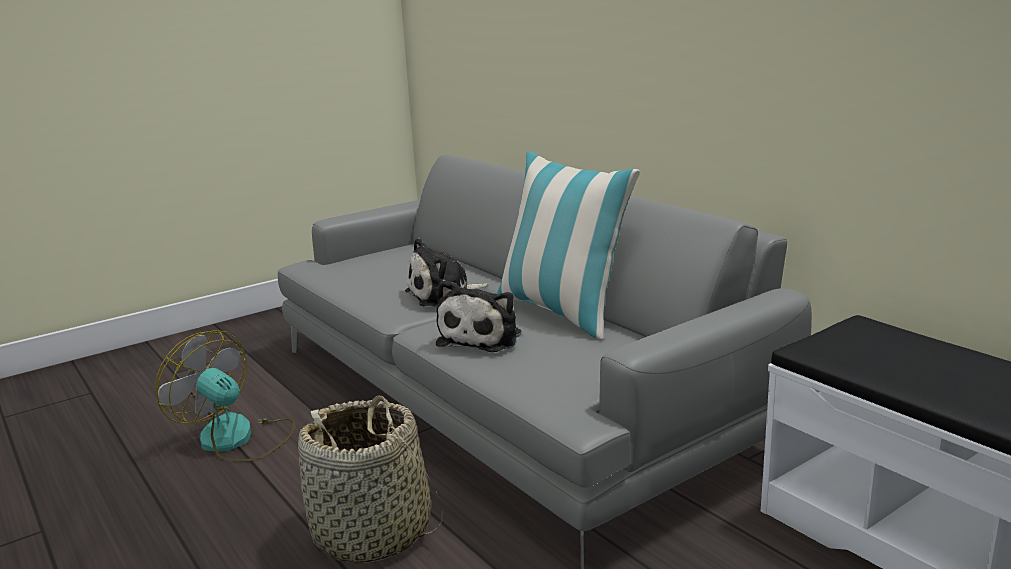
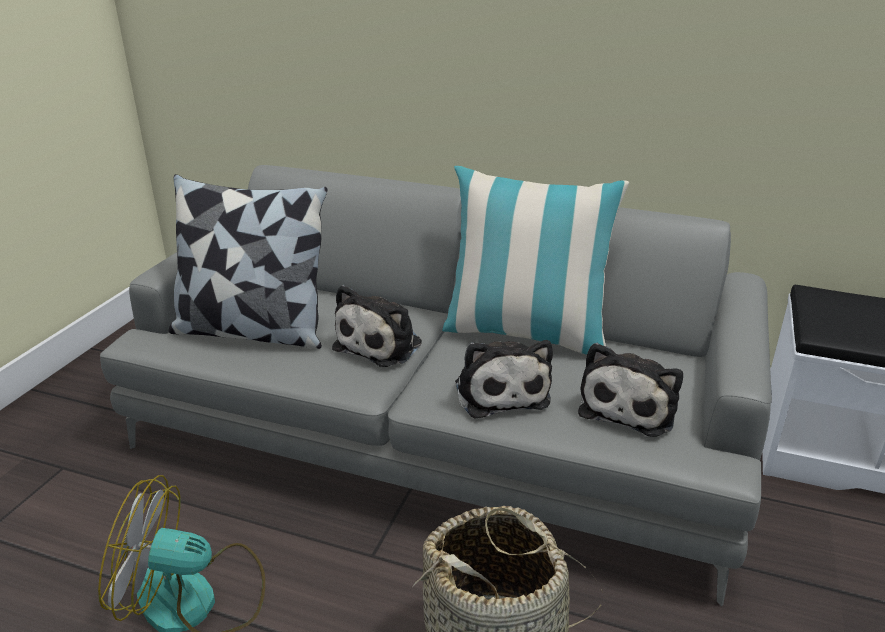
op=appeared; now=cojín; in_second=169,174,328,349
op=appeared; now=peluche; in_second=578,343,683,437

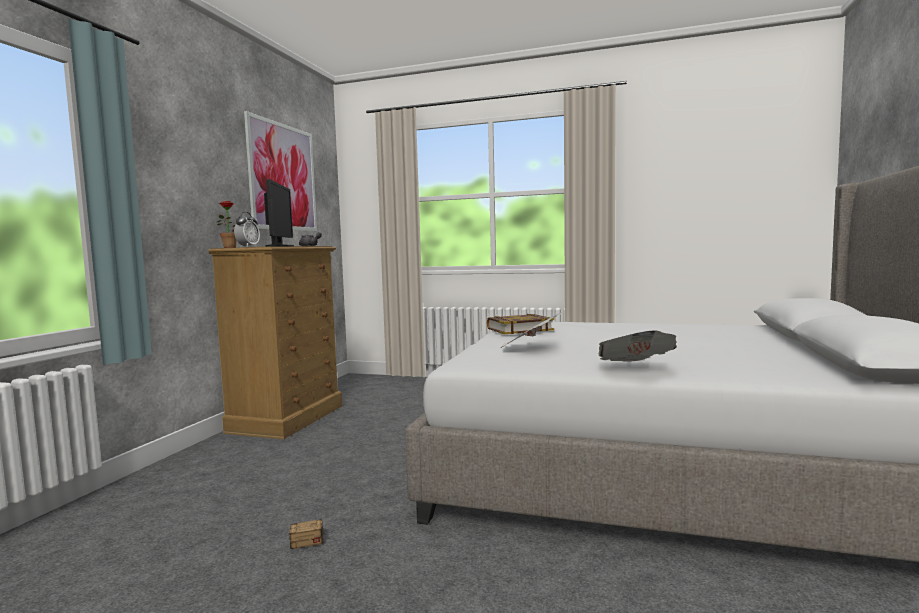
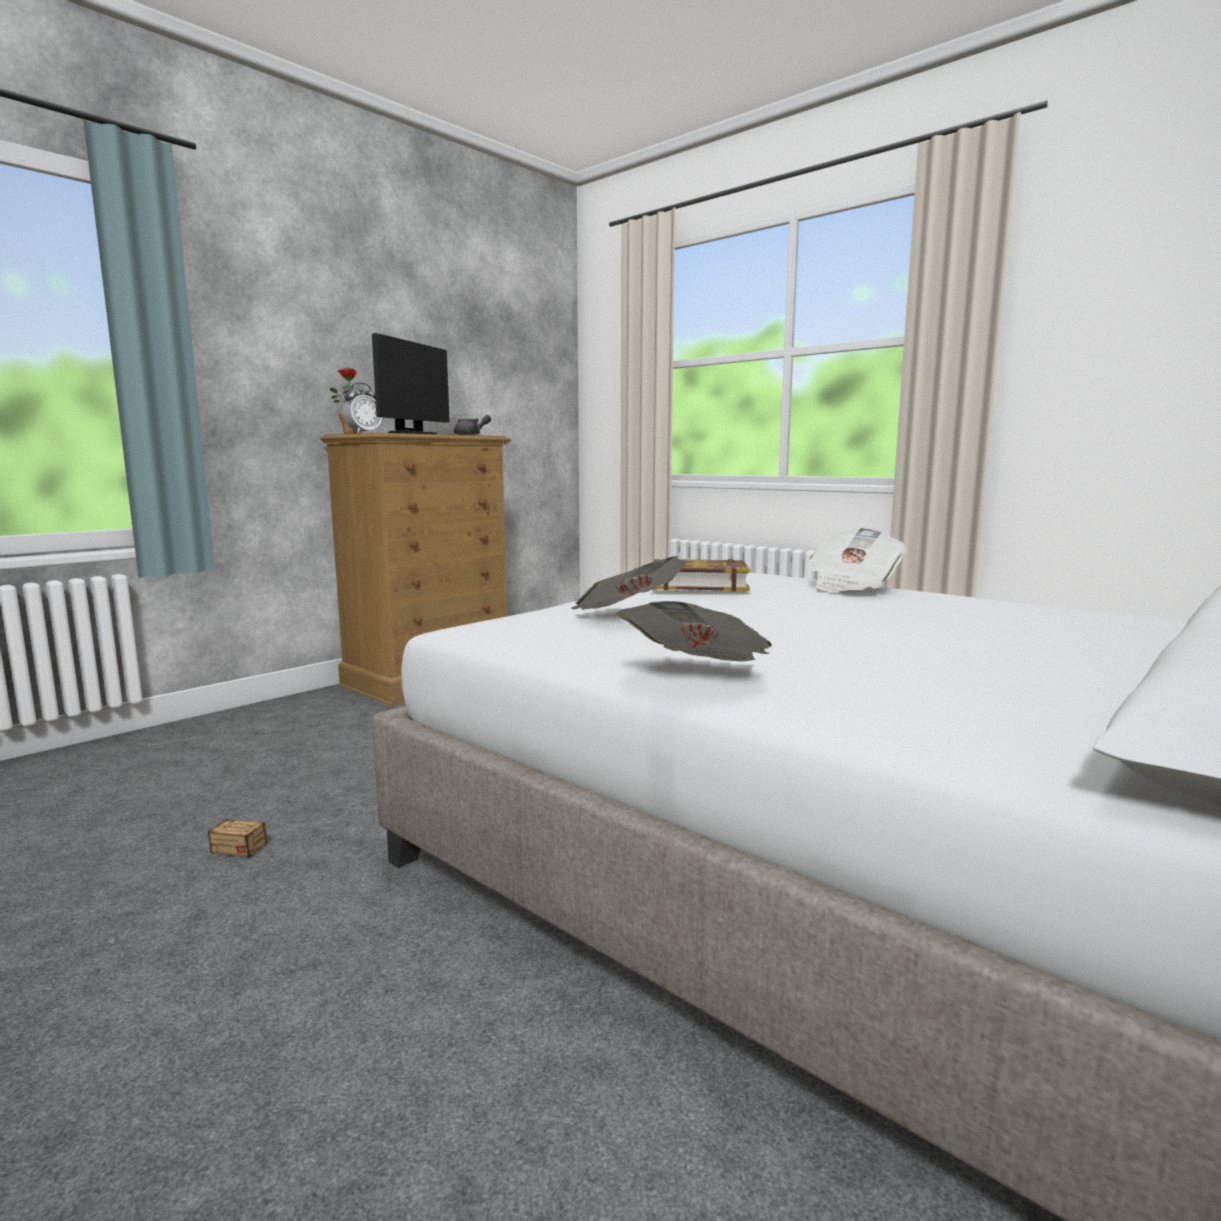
op=missing; was=cuadro; in_first=244,111,317,231
op=appeared; now=periódico; in_second=810,527,907,592

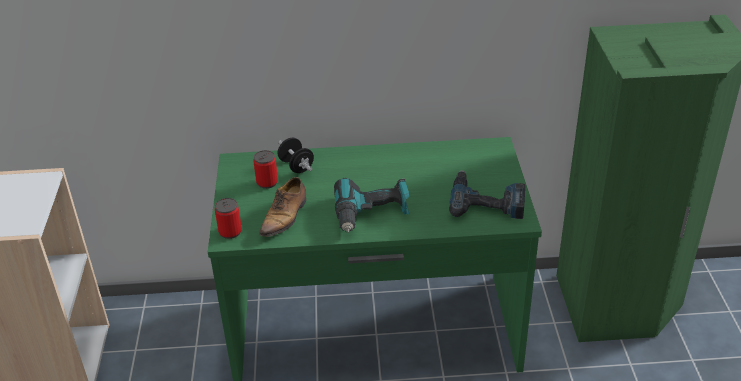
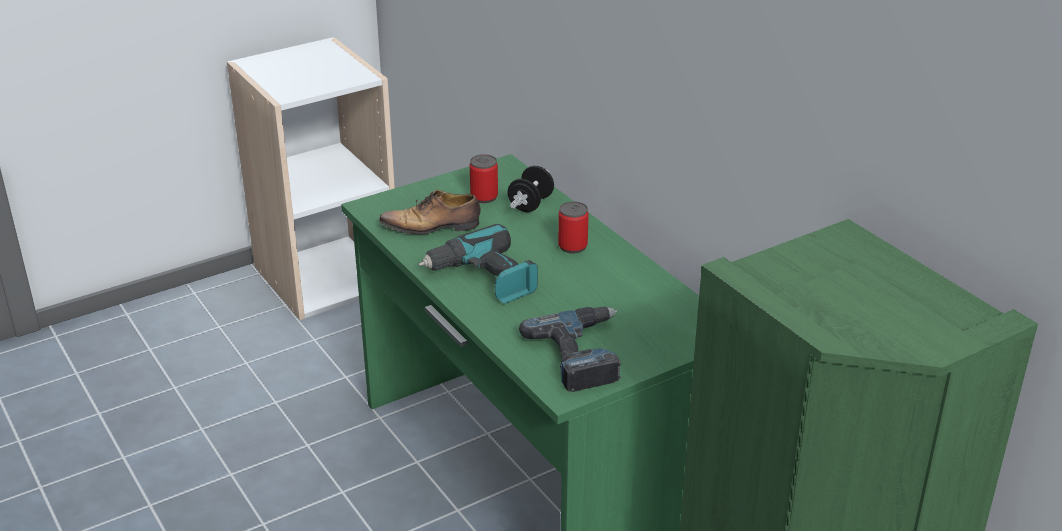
op=relocated; was=lata; in_first=215,198,242,239; in_second=558,201,589,253

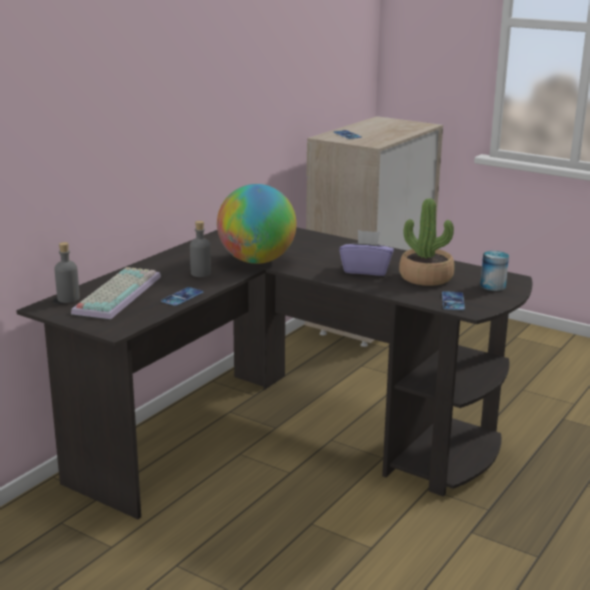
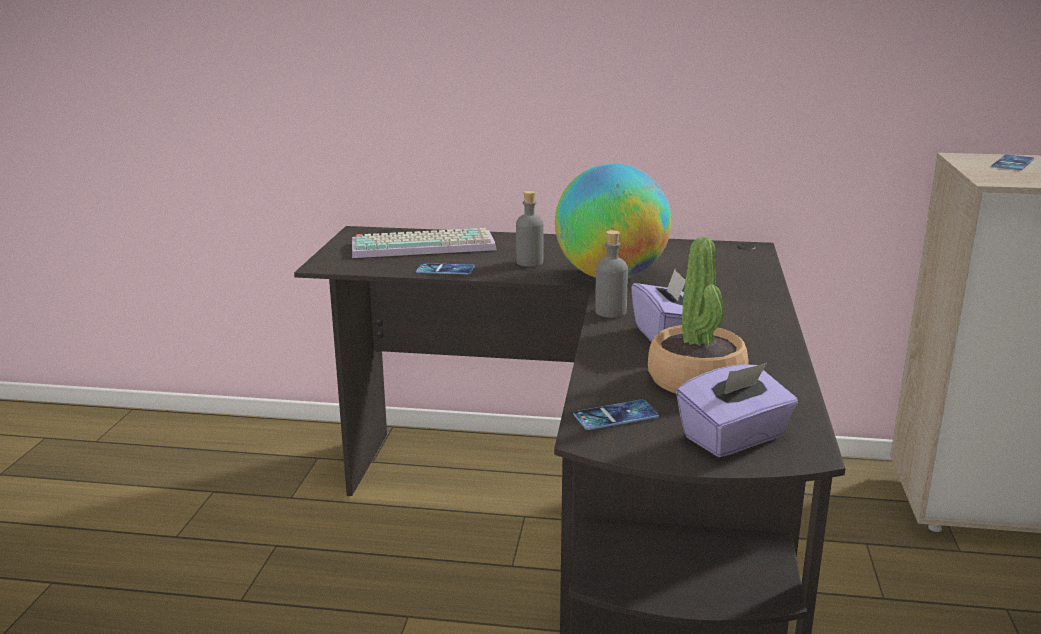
op=relocated; was=botella (gris); in_first=54,242,80,303; in_second=595,230,628,318
op=exchanged; was=lata; now=caja de pañuelos (morado); in_first=480,251,509,291; in_second=676,363,798,457

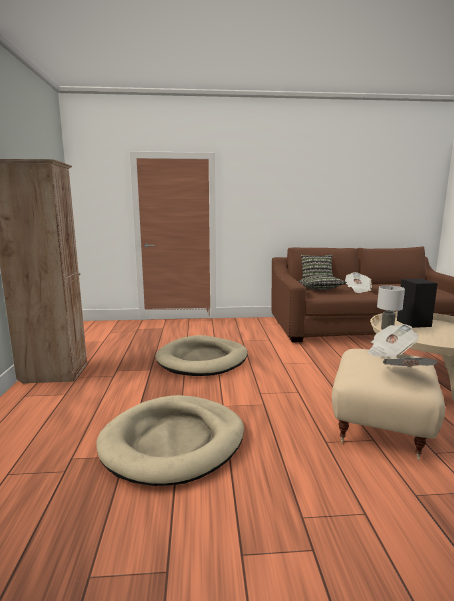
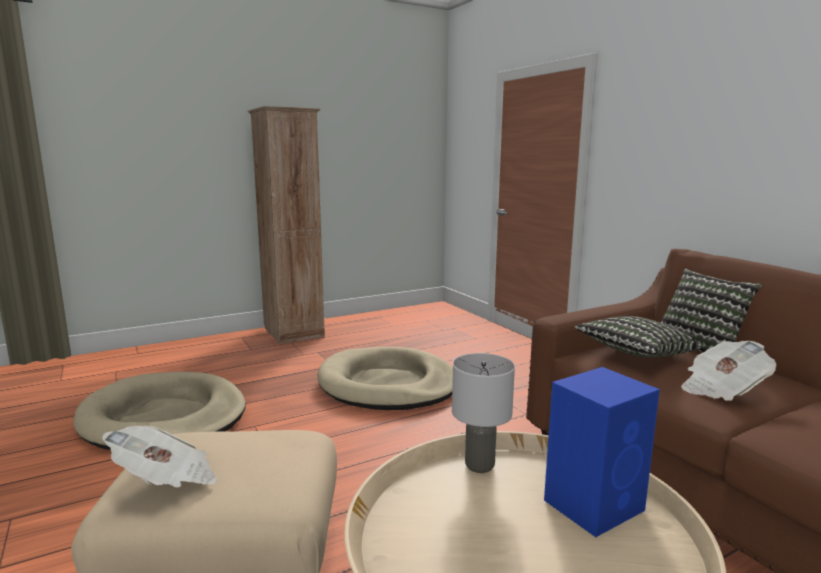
op=missing; was=periódico; in_first=367,324,418,359
op=colour; was=altavoz (negro); now=altavoz (azul); in_first=397,279,438,328; in_second=544,367,660,537

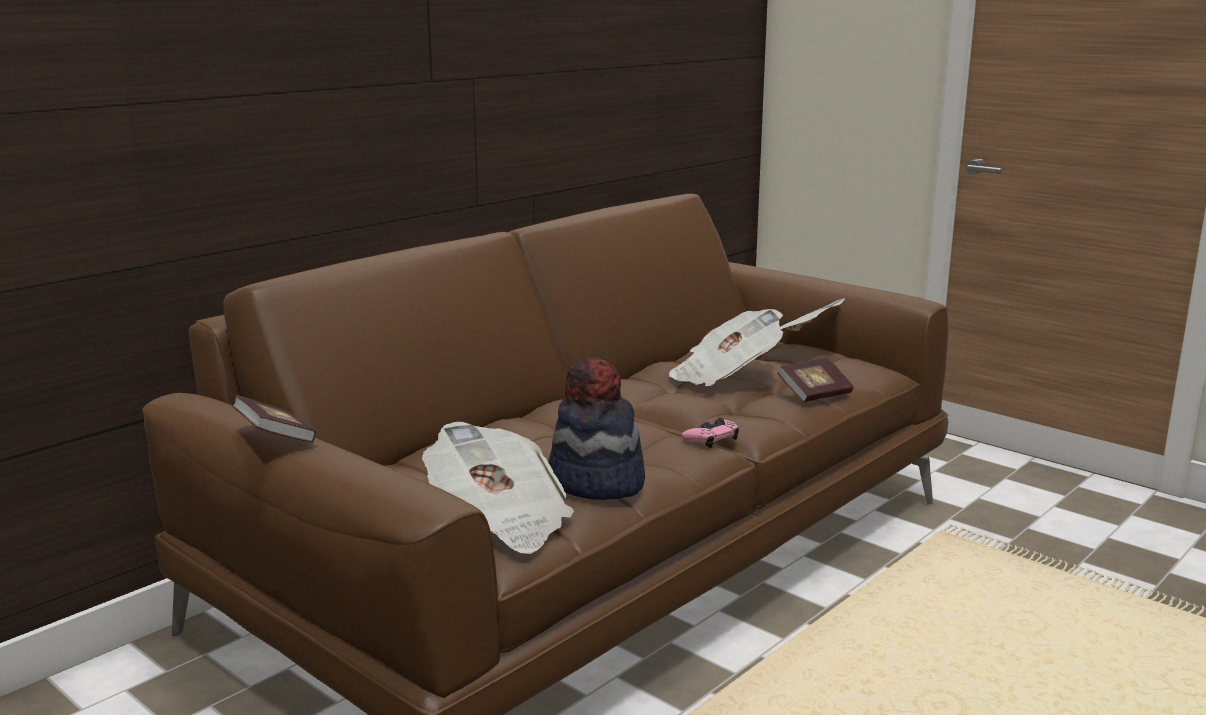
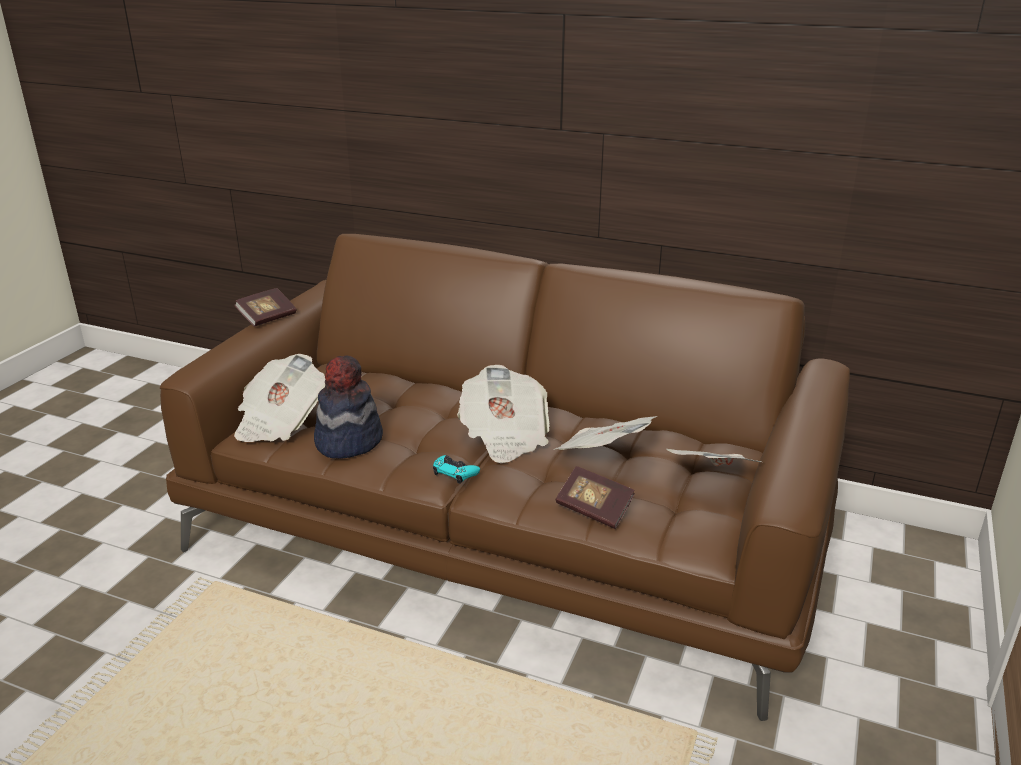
op=appeared; now=periódico; in_second=457,365,549,463
op=colour; was=mando de consola (rosa); now=mando de consola (turquesa); in_first=682,417,739,448; in_second=433,455,480,484

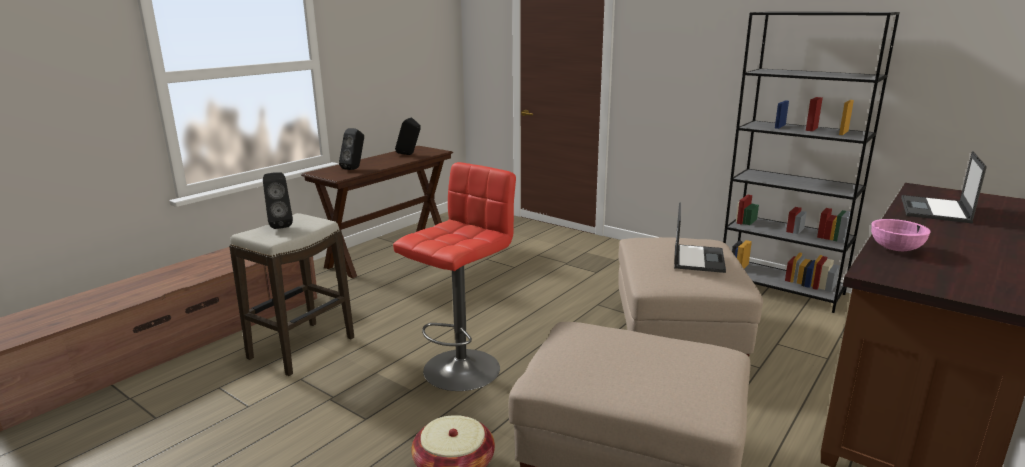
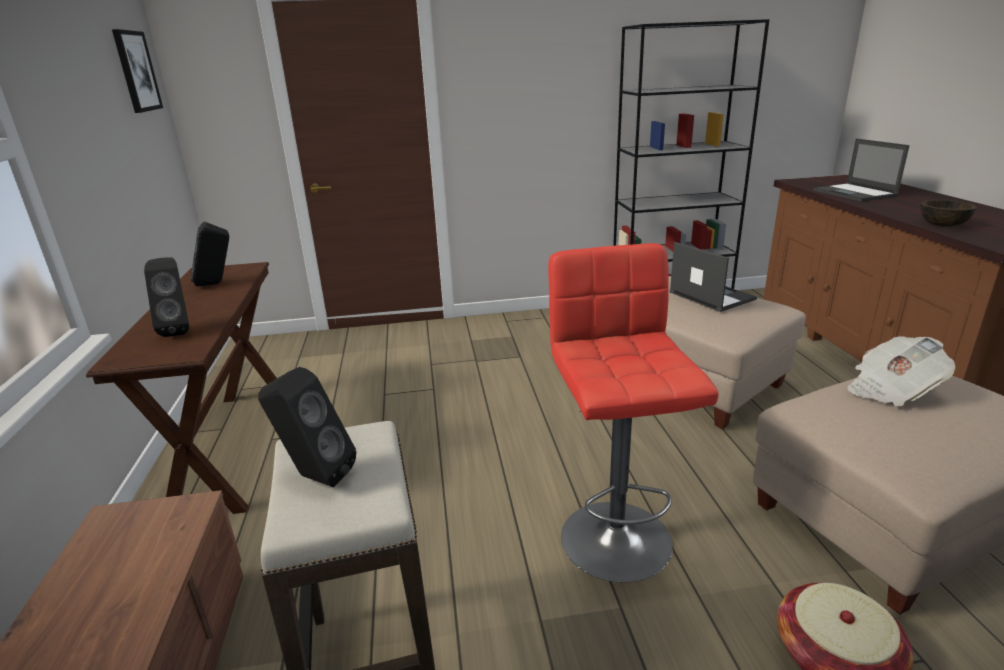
op=appeared; now=cuadro; in_second=112,29,163,113
op=appeared; now=periódico; in_second=847,336,955,406
op=colour; was=cuenco (rosa); now=cuenco (marrón); in_first=871,219,930,251; in_second=920,200,977,227

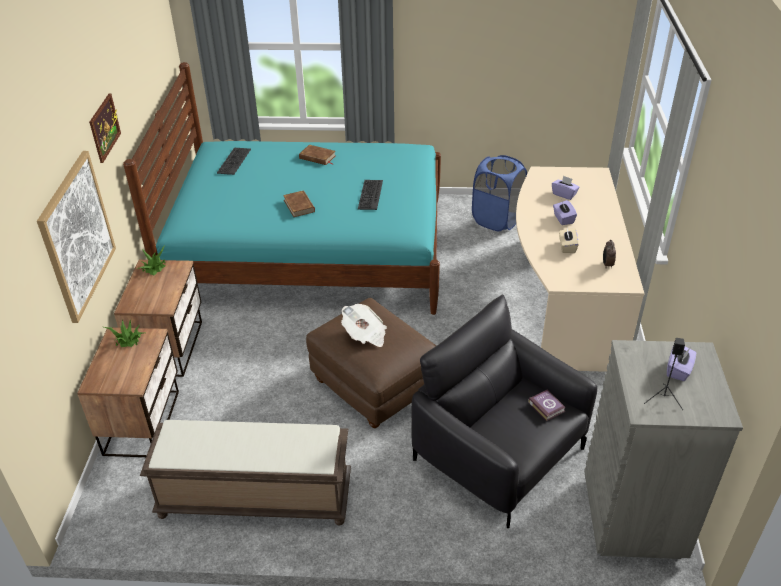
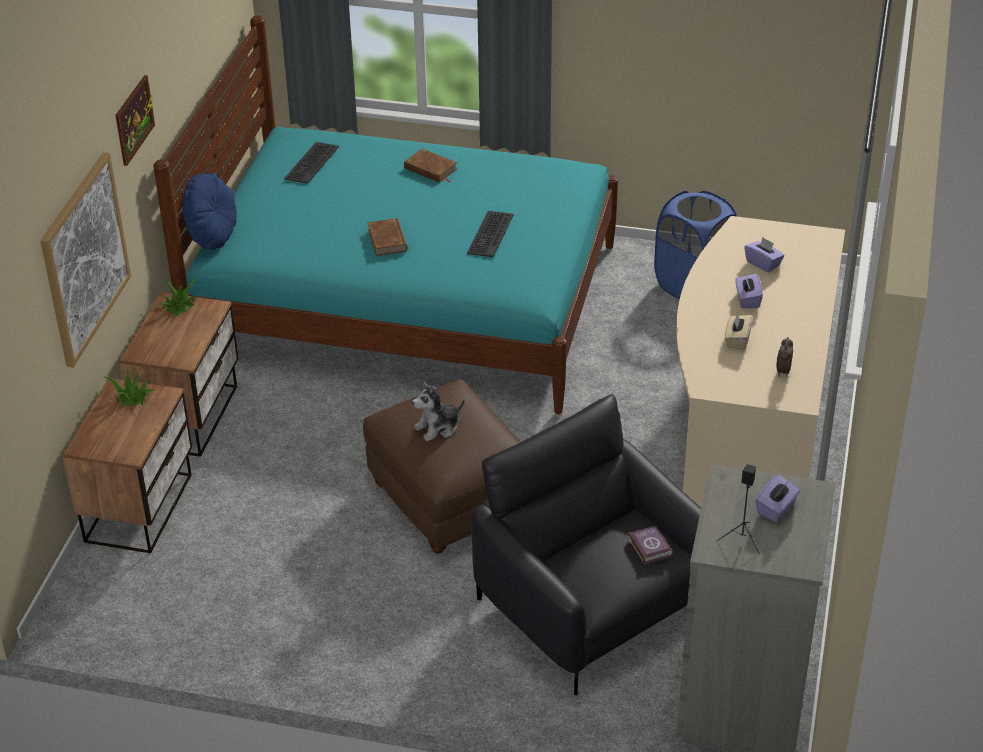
op=missing; was=banco (marrón); in_first=140,420,351,526
op=appeared; now=cojín (azul); in_second=182,173,237,250
op=exchanged; was=periódico; now=peluche; in_first=341,304,387,347; in_second=412,380,464,441

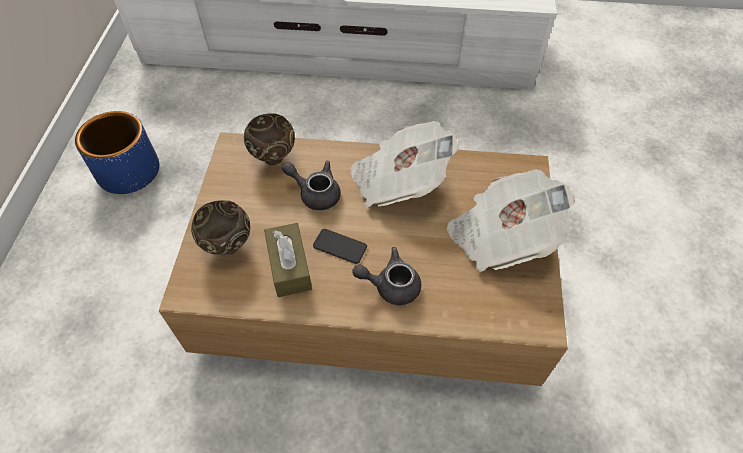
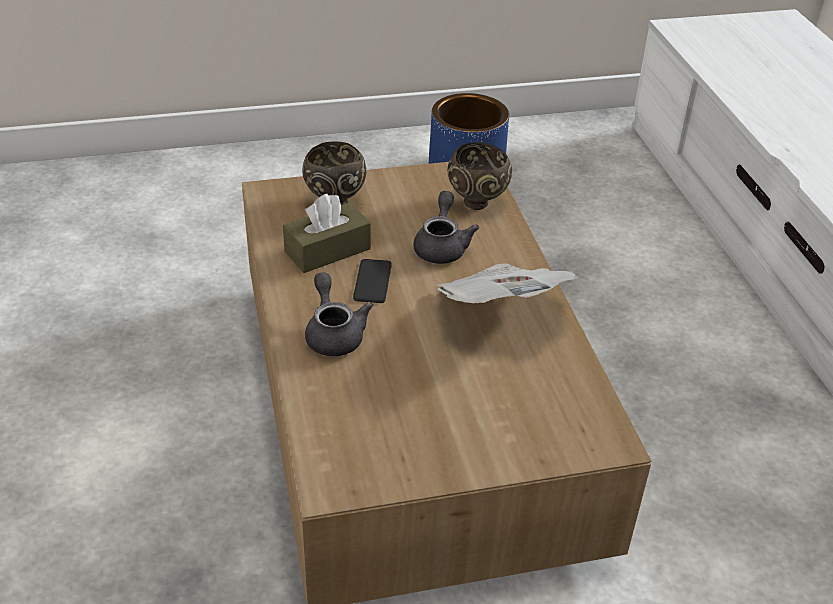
op=missing; was=periódico; in_first=447,169,575,272

